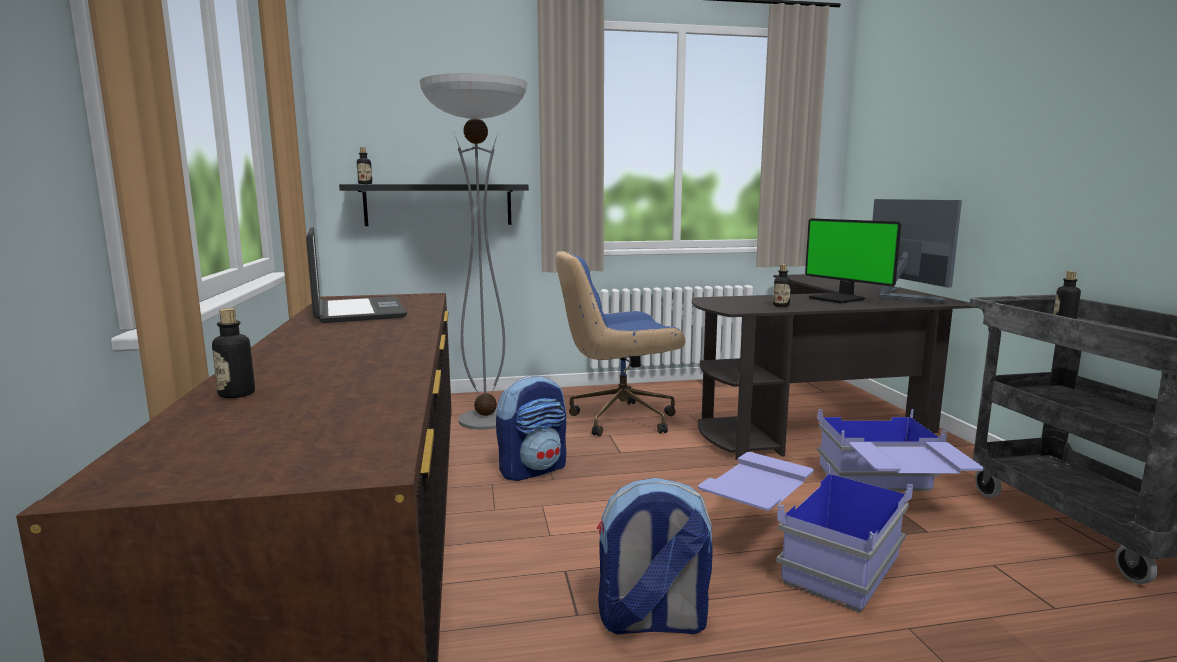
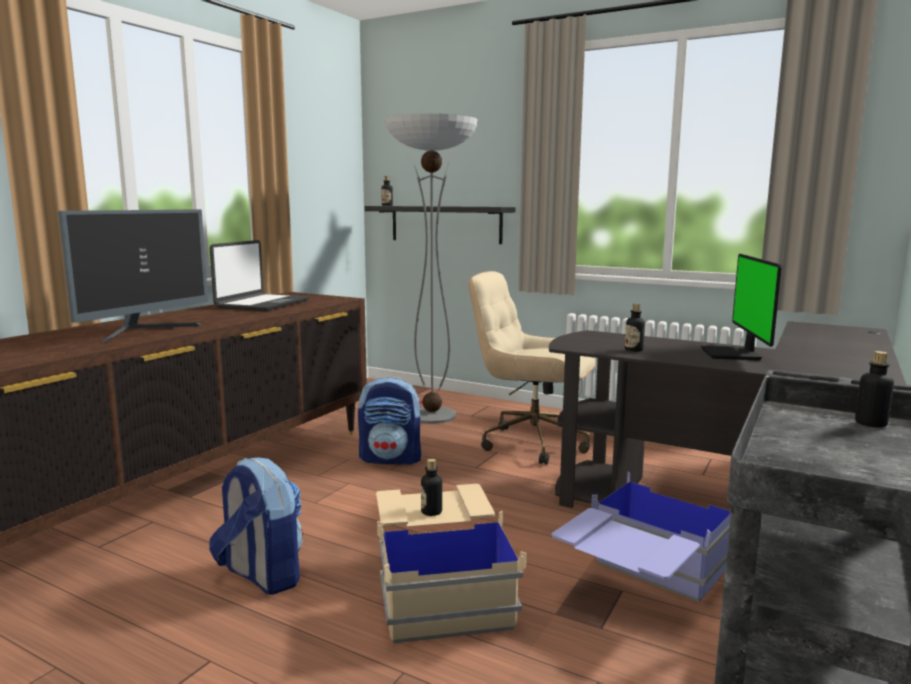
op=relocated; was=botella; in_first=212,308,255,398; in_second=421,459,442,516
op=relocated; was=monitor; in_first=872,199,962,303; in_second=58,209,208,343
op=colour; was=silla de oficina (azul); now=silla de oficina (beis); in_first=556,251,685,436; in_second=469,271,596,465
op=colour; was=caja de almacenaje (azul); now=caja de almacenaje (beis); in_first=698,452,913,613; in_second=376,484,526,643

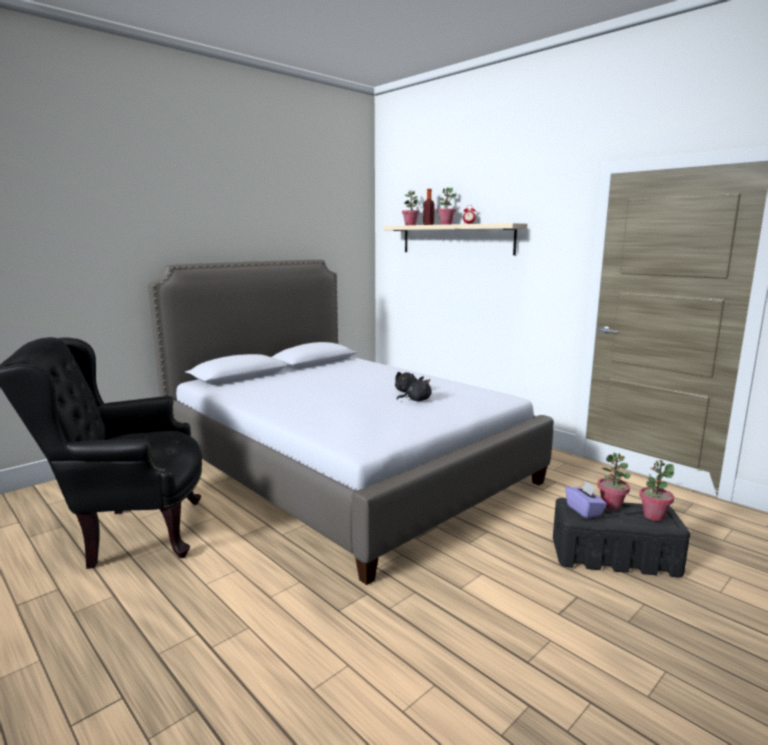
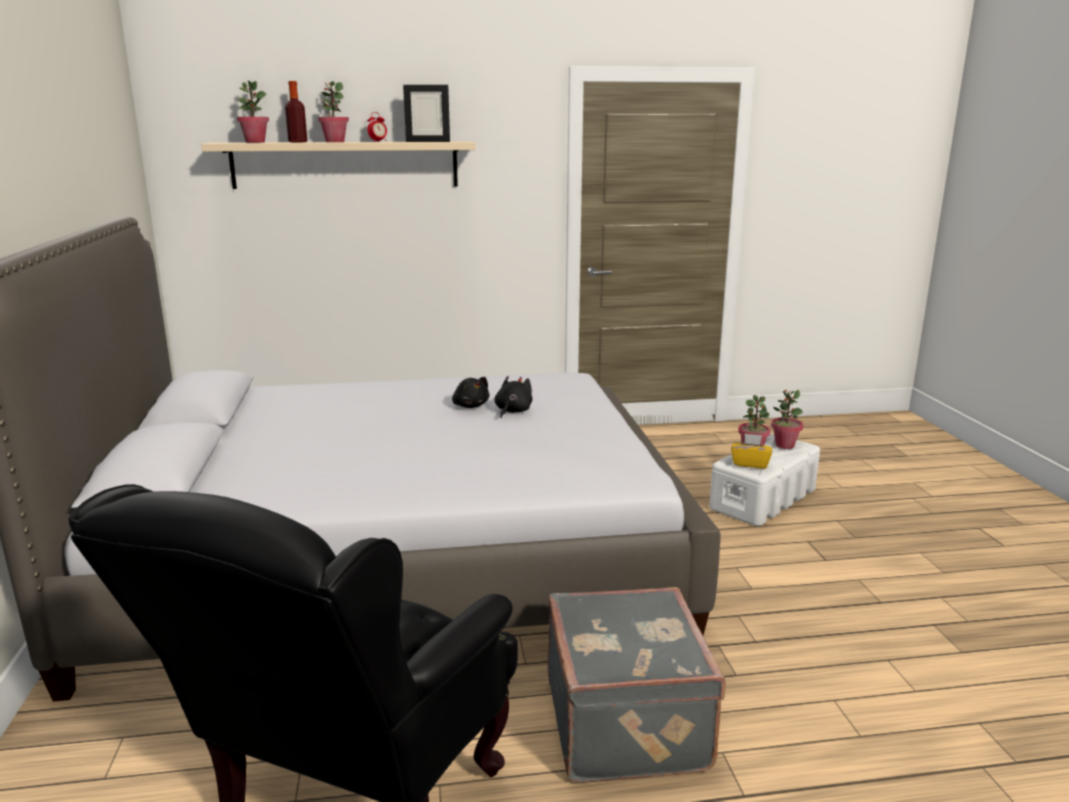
op=appeared; now=portarretratos; in_second=403,85,450,142
op=appeared; now=maleta (gris); in_second=547,587,726,783
op=colour; was=caja de almacenaje (negro); now=caja de almacenaje (blanco); in_first=553,498,690,577; in_second=709,434,820,526
op=colour; was=caja de pañuelos (morado); now=caja de pañuelos (amarillo); in_first=565,481,607,518; in_second=731,433,772,469

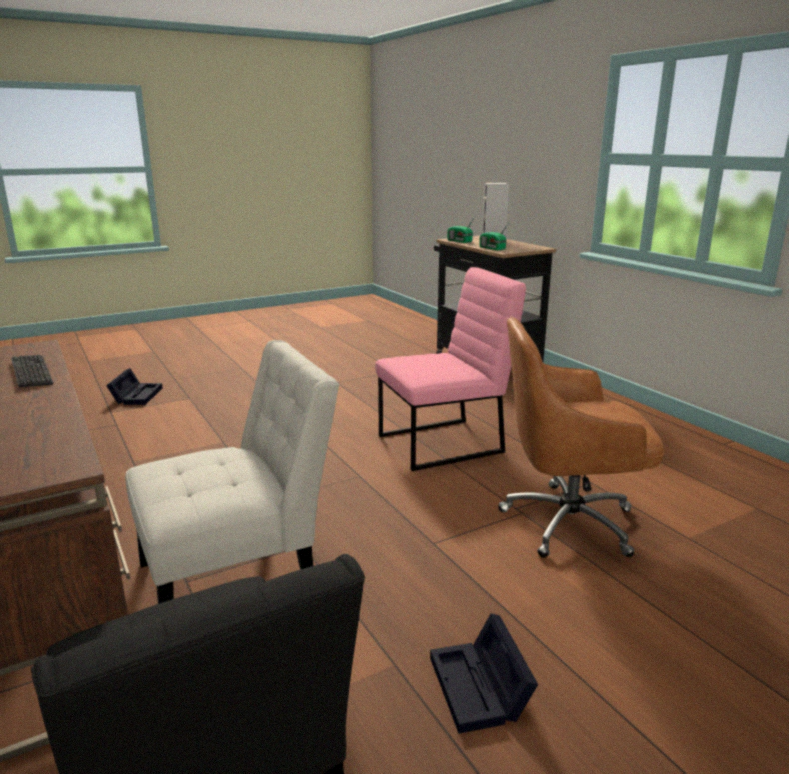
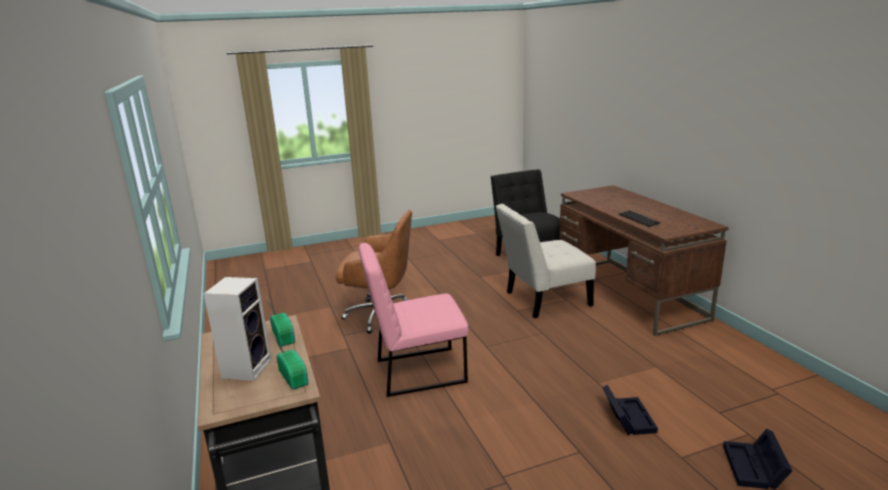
op=relocated; was=caja de almacenaje (negro); in_first=430,613,538,734; in_second=602,385,658,435

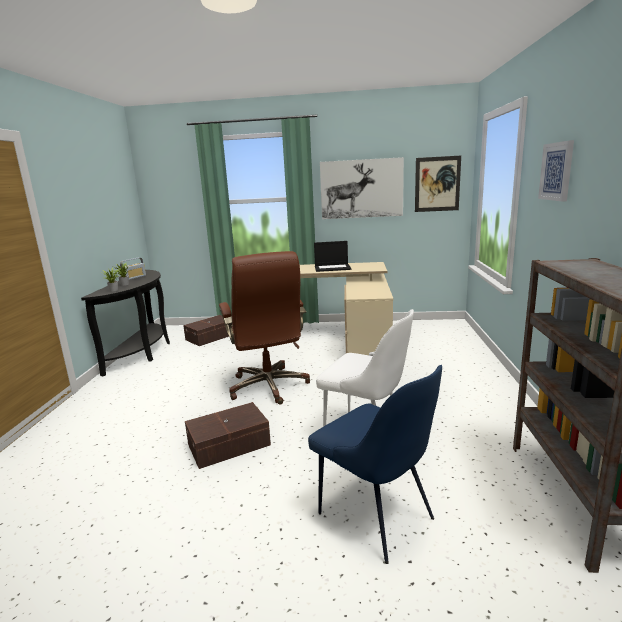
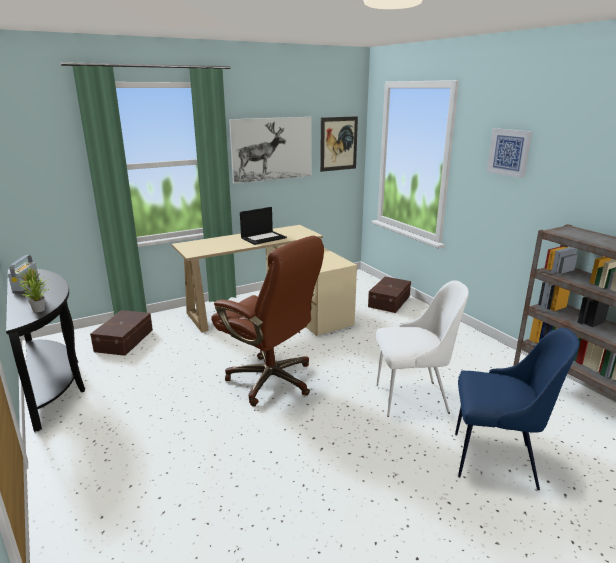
op=relocated; was=caja de almacenaje (marrón); in_first=185,402,271,469; in_second=368,277,411,313

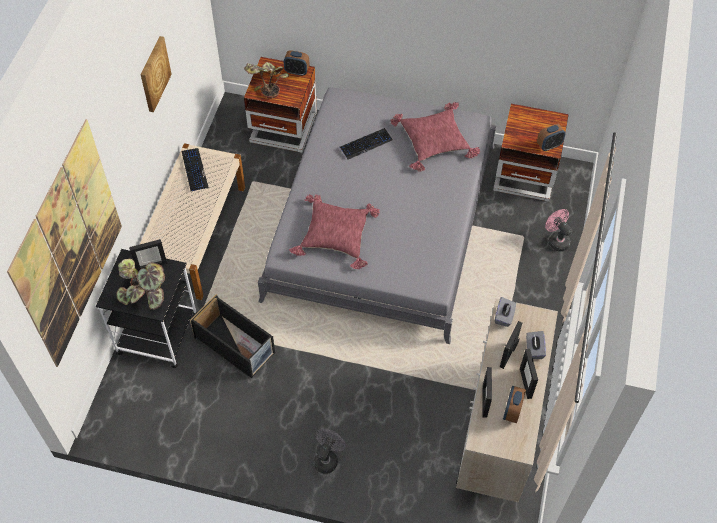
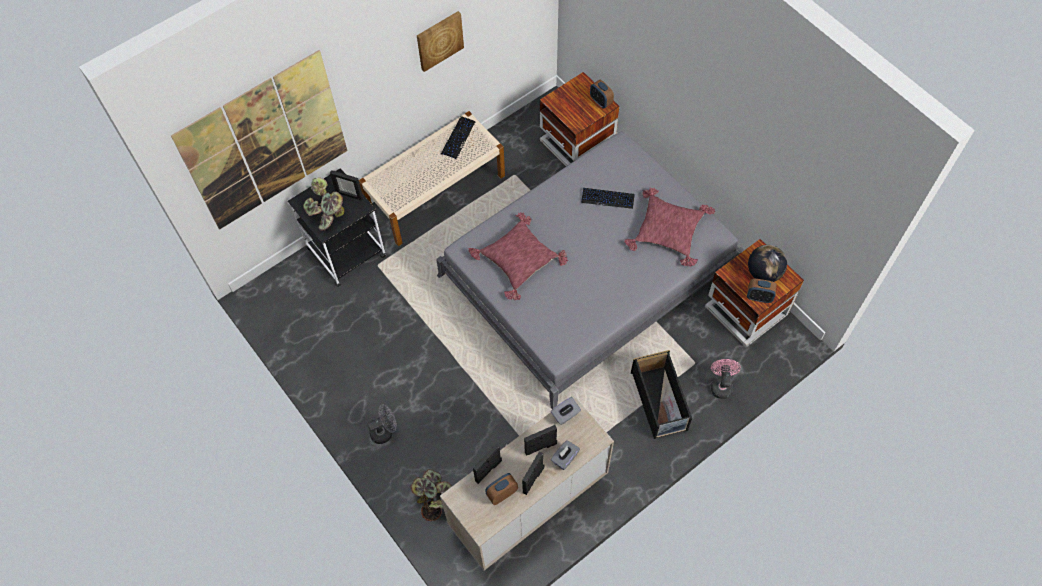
op=appeared; now=globo terráqueo; in_second=748,245,787,282
op=relocated; was=caja de almacenaje (negro); in_first=190,294,275,378; in_second=631,350,692,439
op=relocated; was=planta en maceta; in_first=244,62,289,99; in_second=410,469,452,521

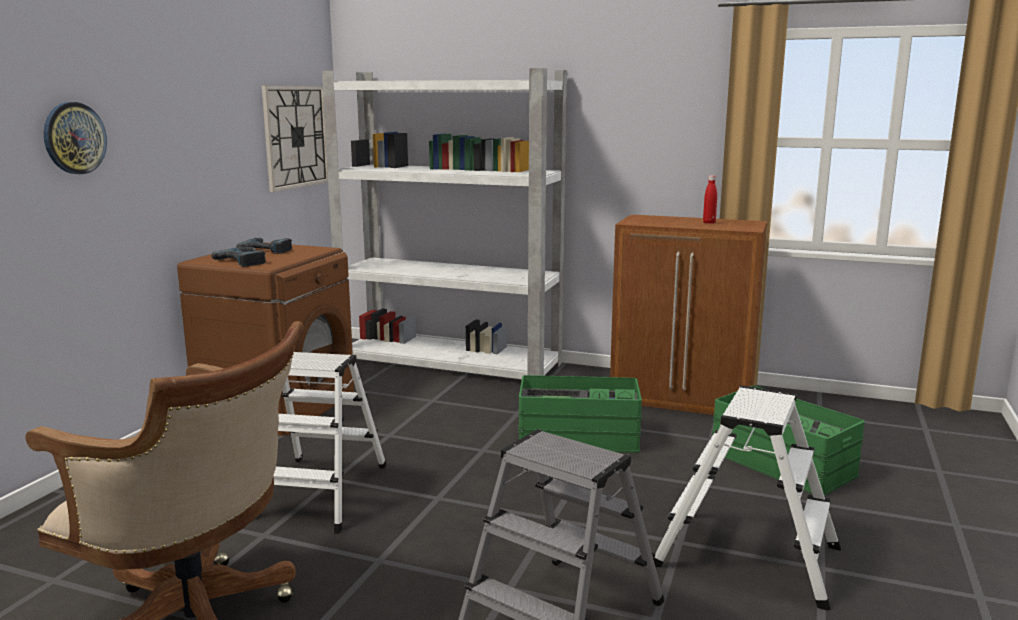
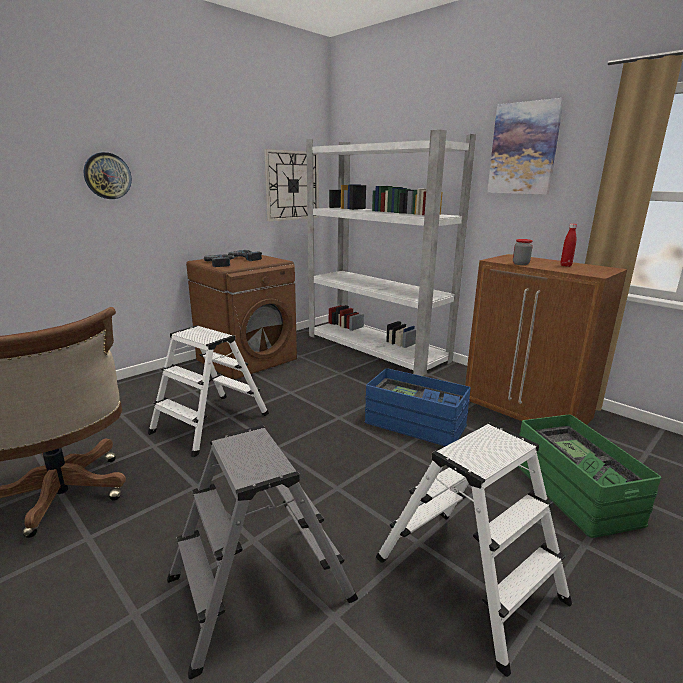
op=appeared; now=cuadro; in_second=487,98,564,195
op=appeared; now=tarro; in_second=513,239,533,265
op=colour; was=caja de almacenaje (verde); now=caja de almacenaje (azul); in_first=518,375,642,453; in_second=364,368,471,446

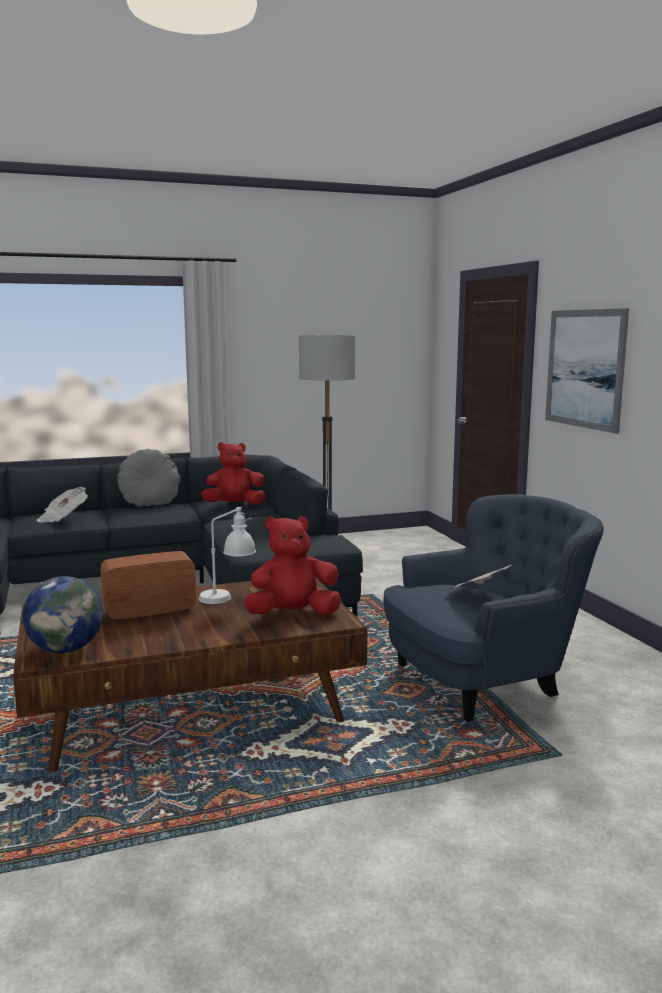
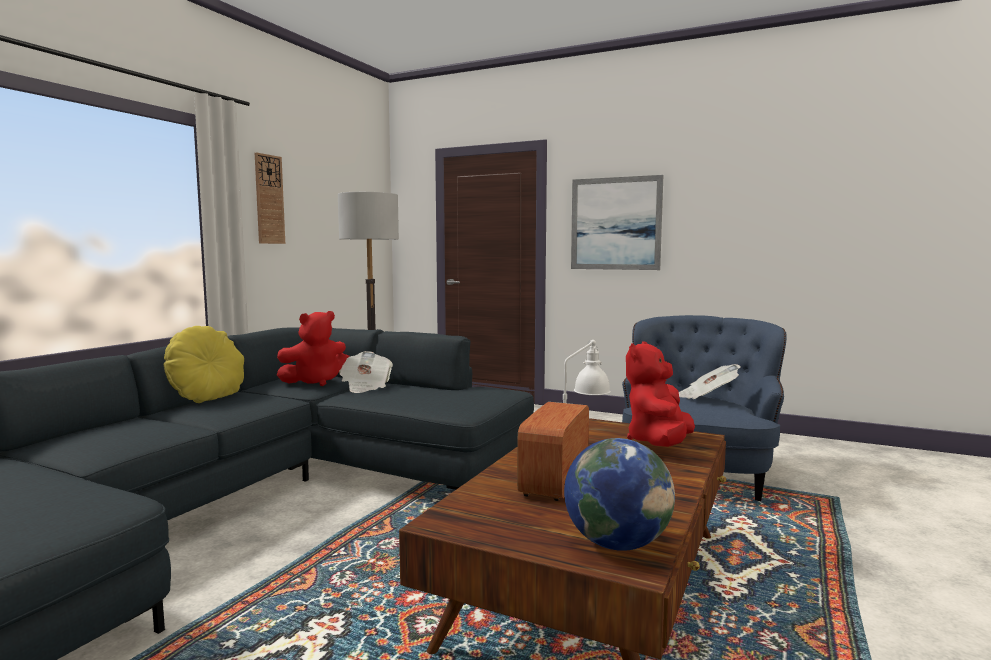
op=appeared; now=reloj de pared; in_second=255,152,285,244
op=relocated; was=periódico; in_first=37,487,88,523; in_second=339,351,393,393
op=colour; was=cojín (gris); now=cojín (amarillo); in_first=117,449,180,507; in_second=164,326,244,403
op=spun; was=peluche (rojo); in_first=201,442,266,505; in_second=277,311,350,386; clockwise=-150

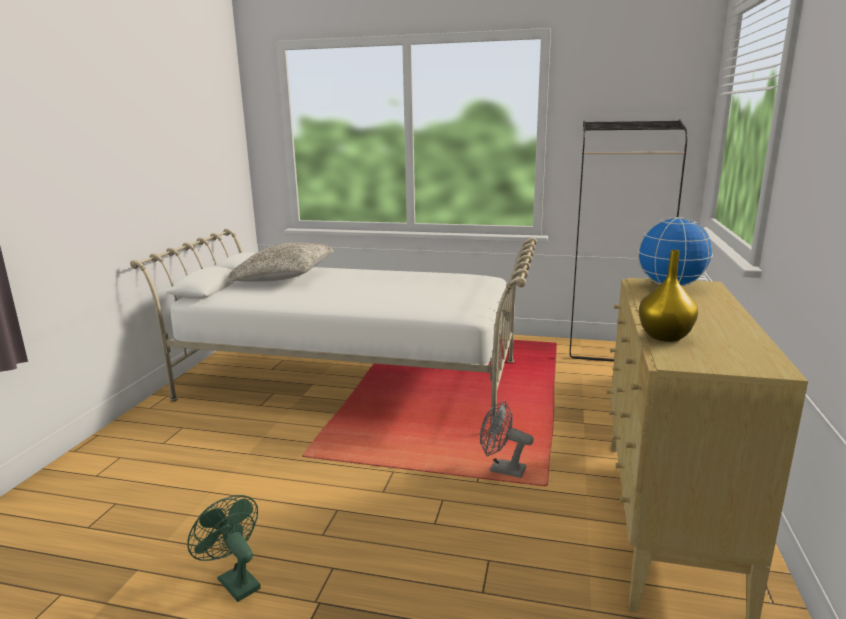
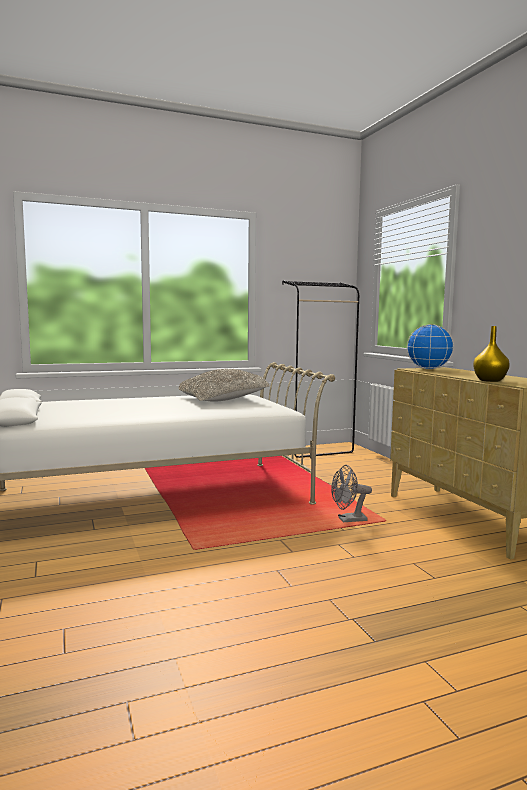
op=missing; was=ventilador (verde); in_first=187,495,261,602
op=relocated; was=cojín (beis); in_first=227,243,333,282; in_second=178,369,270,402

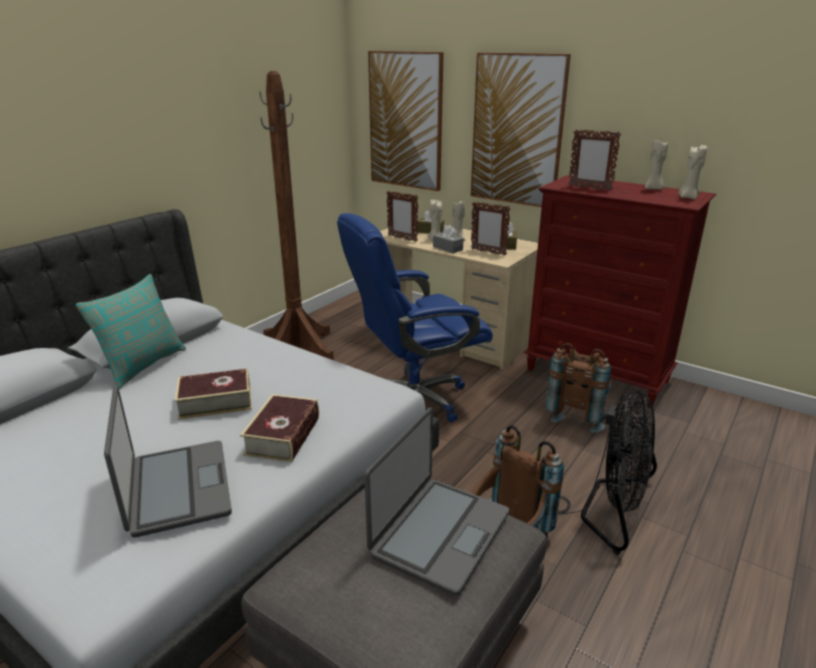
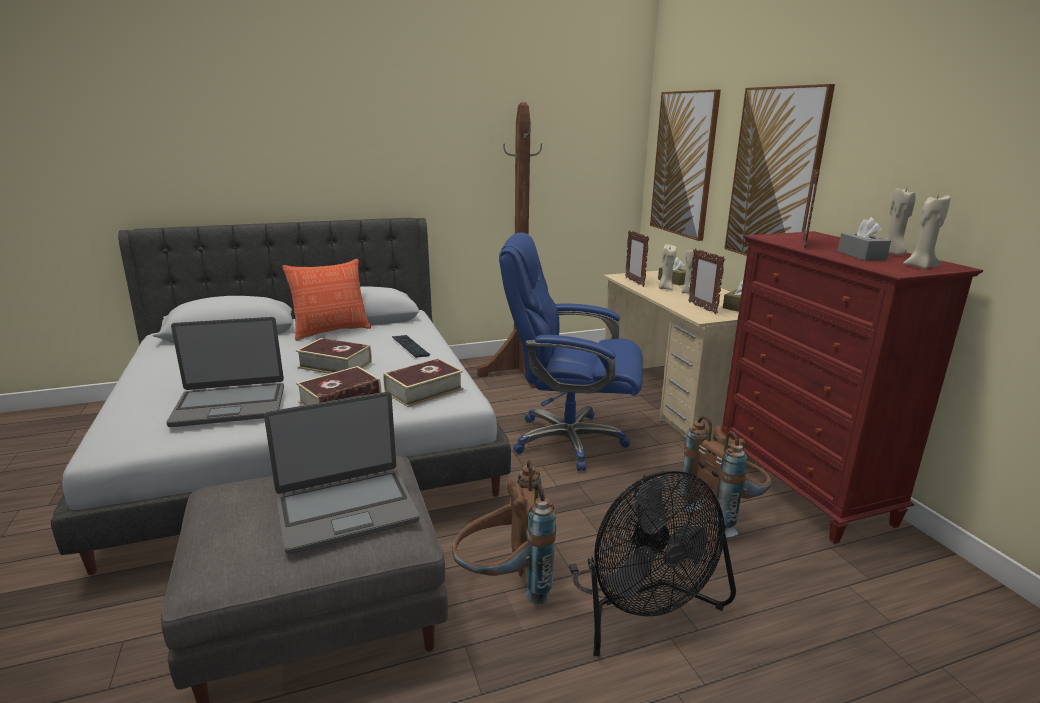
op=appeared; now=libro; in_second=384,358,463,407
op=appeared; now=teclado; in_second=392,335,430,358
op=relocated; was=caja de pañuelos (gris); in_first=433,225,464,253; in_second=838,218,891,261
op=colour; was=cojín (turquesa); now=cojín (naranja); in_first=76,274,186,389; in_second=282,259,371,341
op=spun; was=portátil; in_first=104,385,232,538; in_second=166,317,284,427; clockwise=60
op=spun; was=portarretratos; in_first=569,129,621,191; in_second=803,170,820,248; clockwise=45

